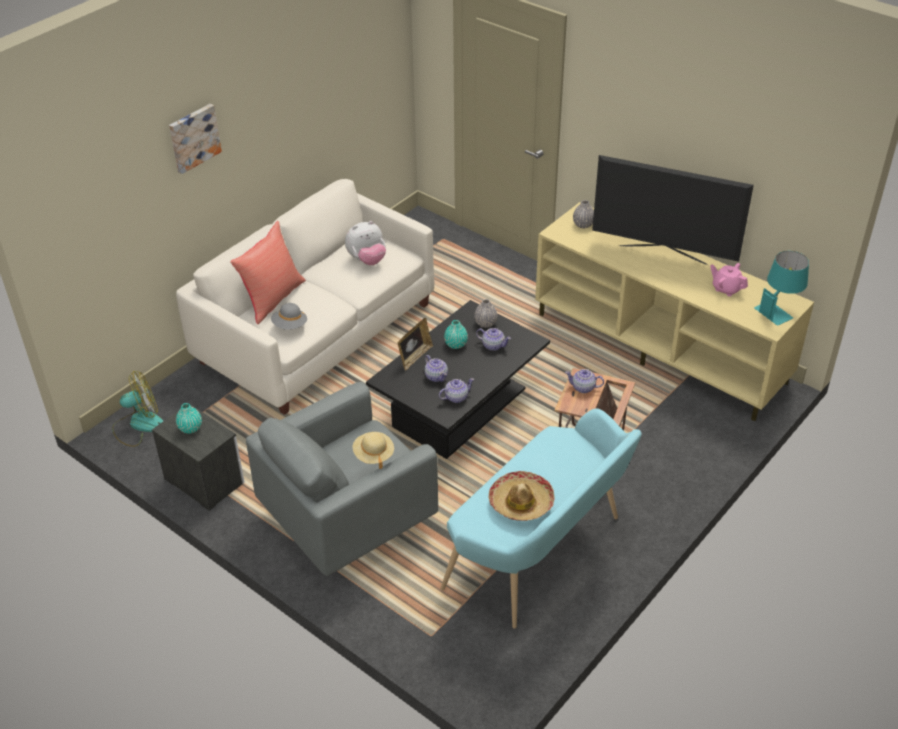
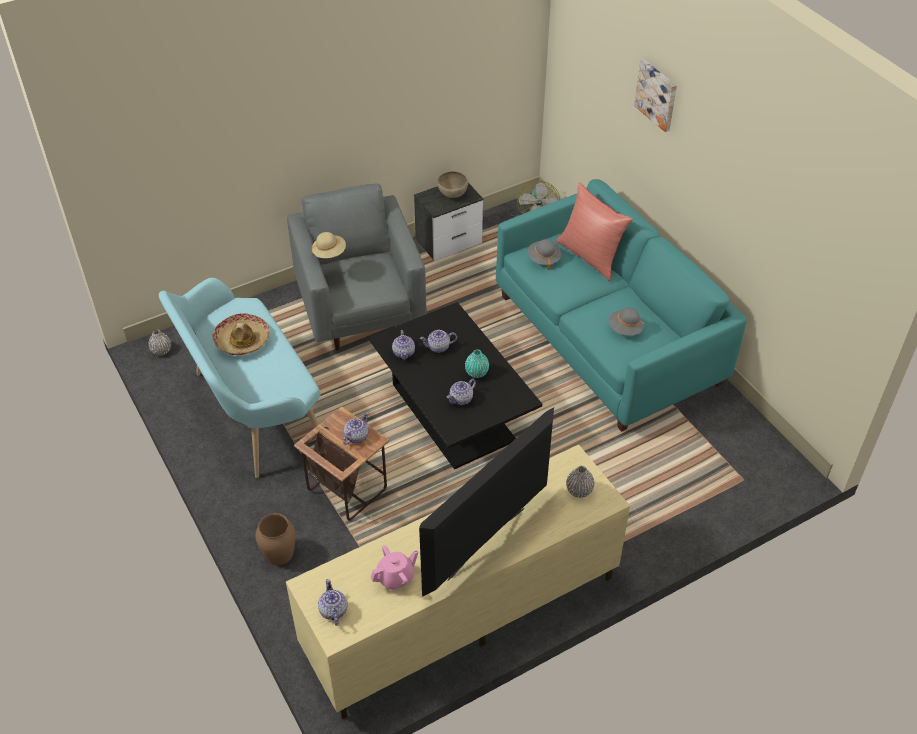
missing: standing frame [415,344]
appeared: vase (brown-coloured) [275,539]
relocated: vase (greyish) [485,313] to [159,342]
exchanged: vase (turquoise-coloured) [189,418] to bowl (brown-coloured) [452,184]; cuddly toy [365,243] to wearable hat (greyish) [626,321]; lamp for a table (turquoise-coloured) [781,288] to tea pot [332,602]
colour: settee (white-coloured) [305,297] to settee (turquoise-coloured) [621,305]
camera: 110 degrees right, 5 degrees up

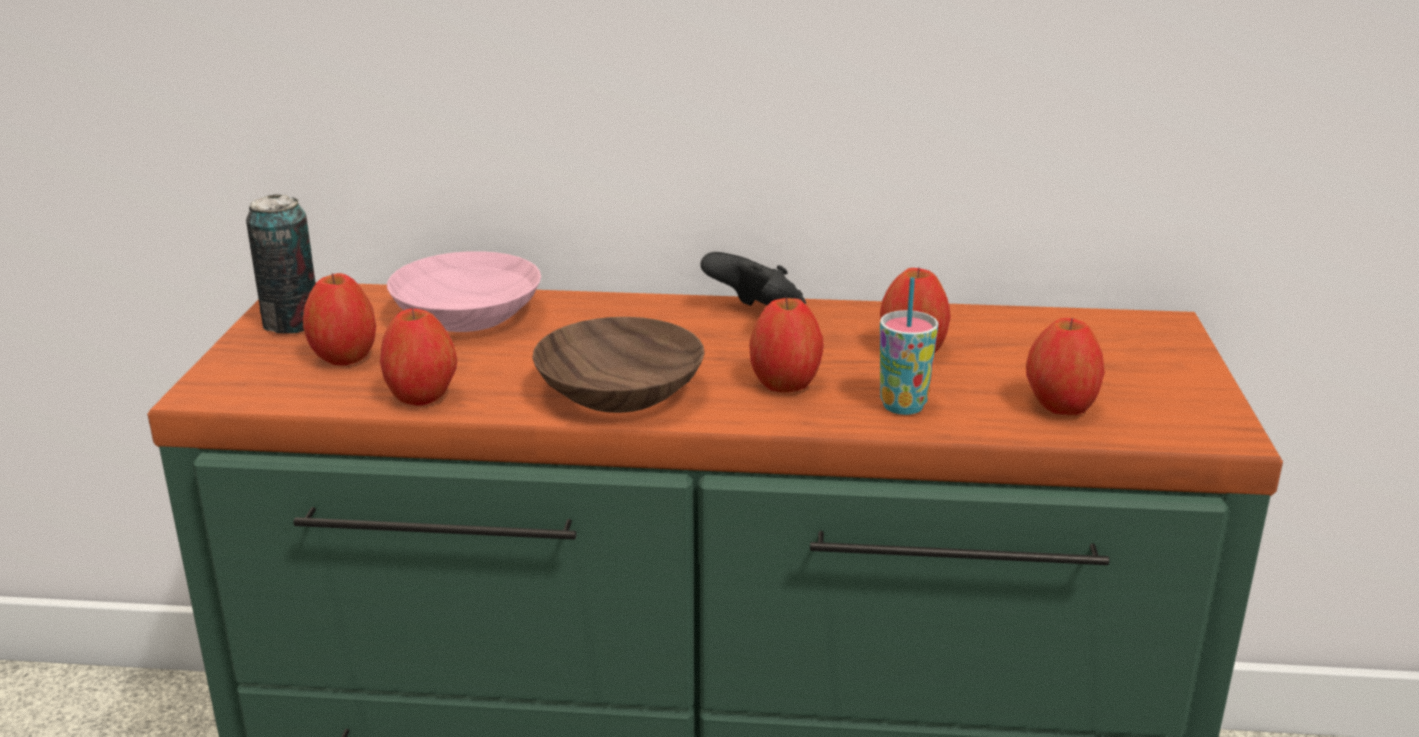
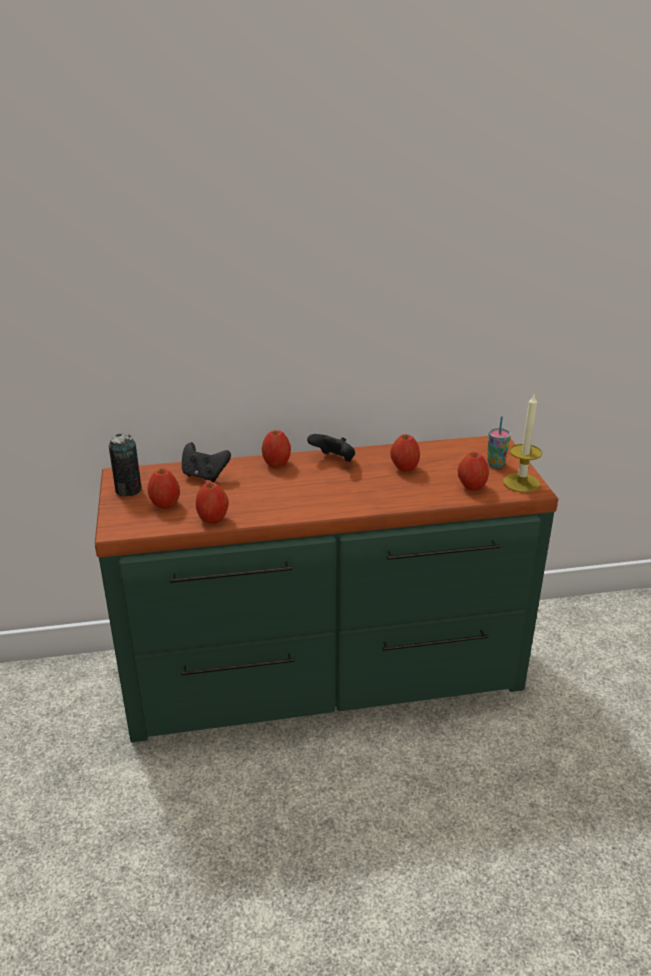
missing: bowl (brown-coloured) [619,365]
appeared: wax light [522,443]
relocated: apple [786,344] to [276,448]; drinking cup [909,346] to [499,442]
exchanged: bowl (pinkish) [464,291] to game controller (black) [206,462]
camera: 15 degrees left, 5 degrees up

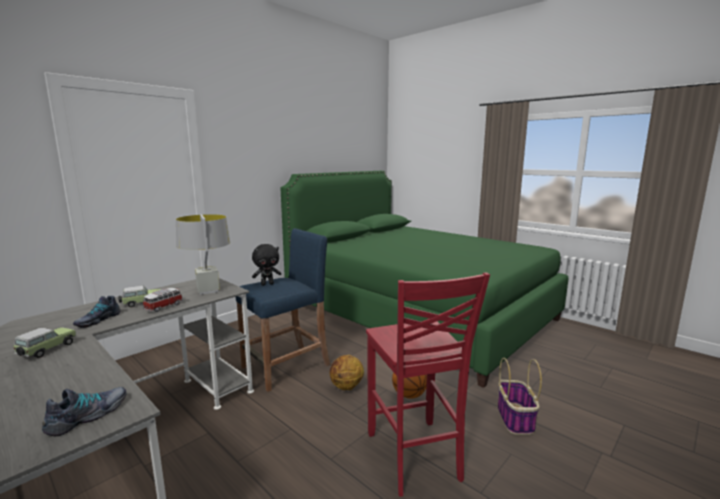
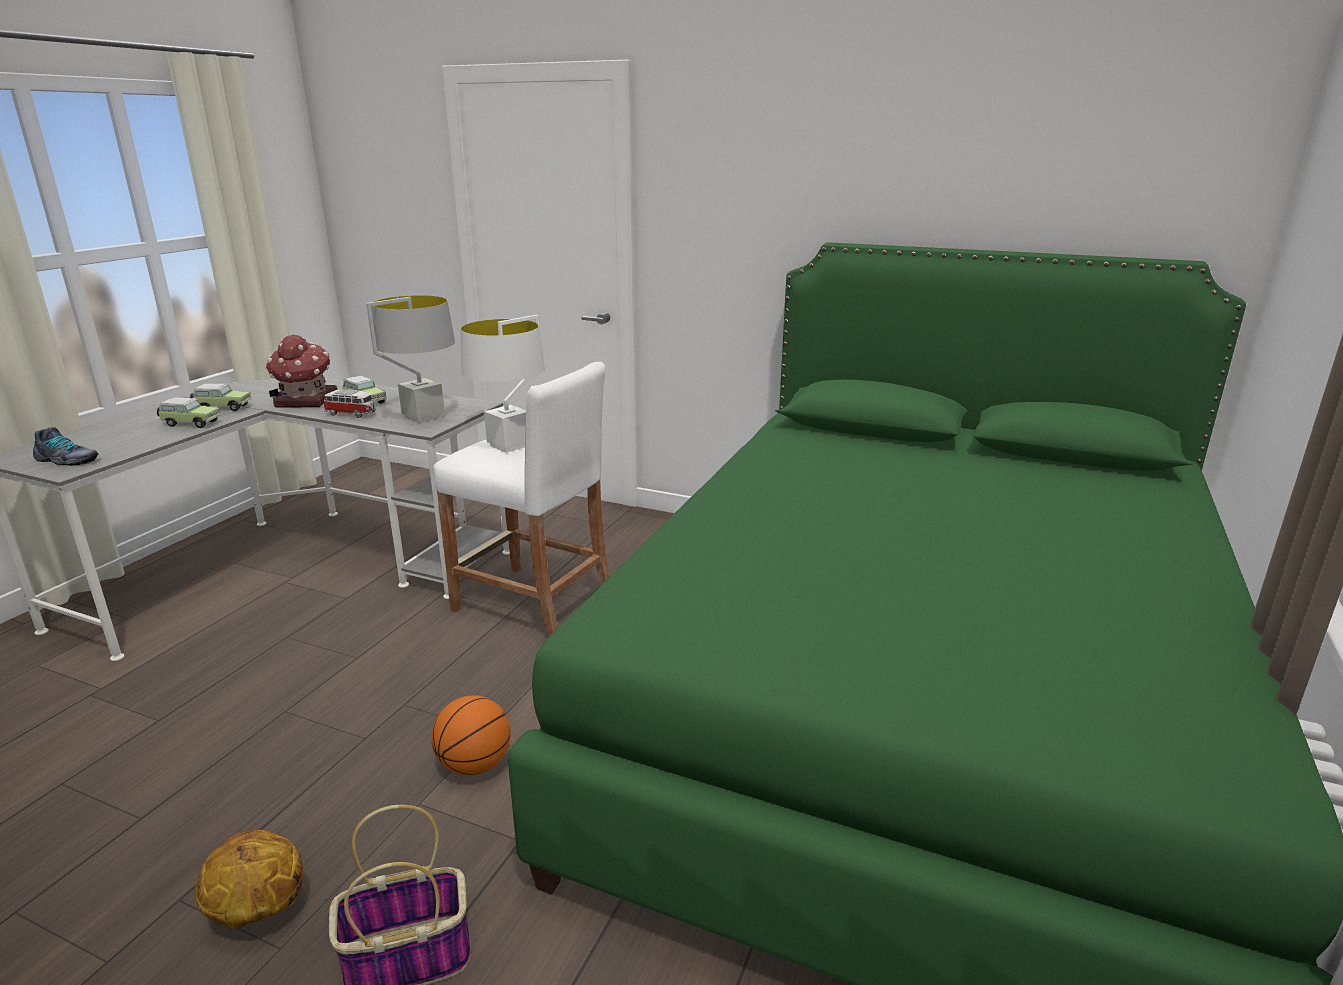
missing: upright chair (red) [428,384]
appeared: toy car [188,413]
relocated: basketball ball [347,372] to [249,878]
exchanged: low shoe [96,312] to miniature house [301,370]; cuddly toy (black) [266,265] to lamp for a table (white-coloured) [502,384]
colour: stool (blue) [283,310] to stool (white-coloured) [521,499]
camera: 70 degrees right, 10 degrees up

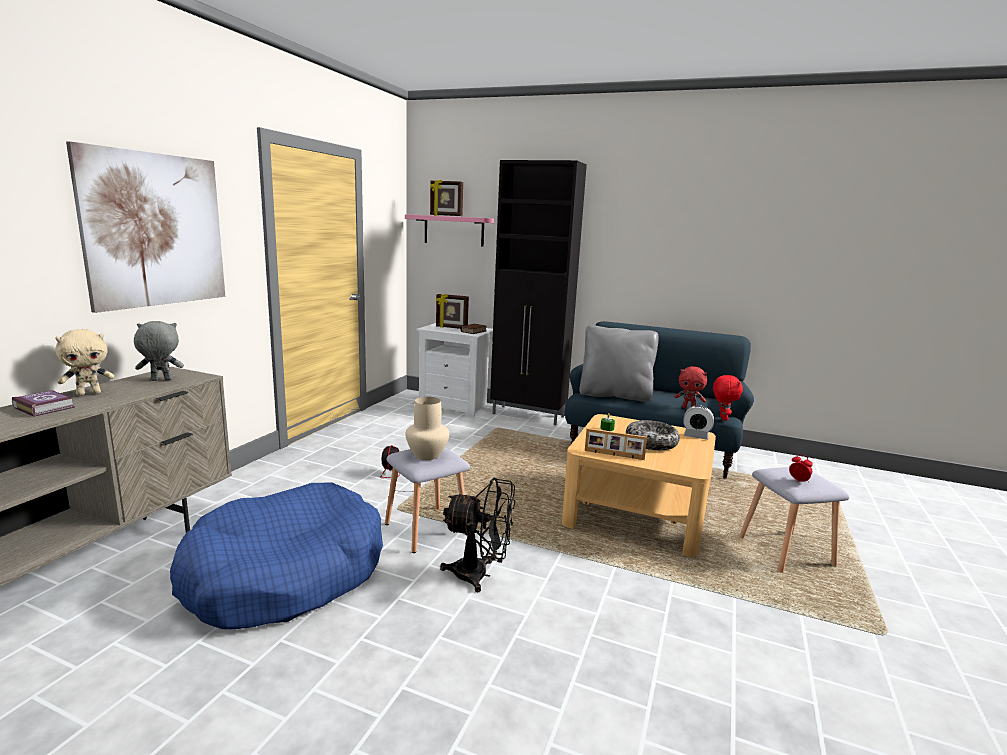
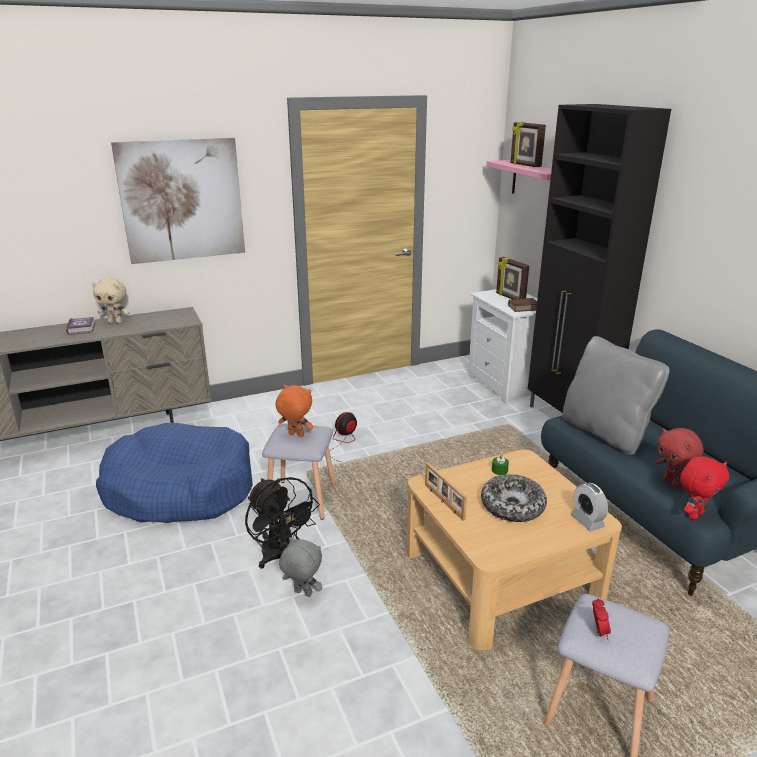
relocated: cuddly toy (greyish) [159,351] to [300,567]
exchanged: vase (beige-coloured) [427,428] to cuddly toy (orangey) [294,411]
camera: 45 degrees right, 10 degrees up

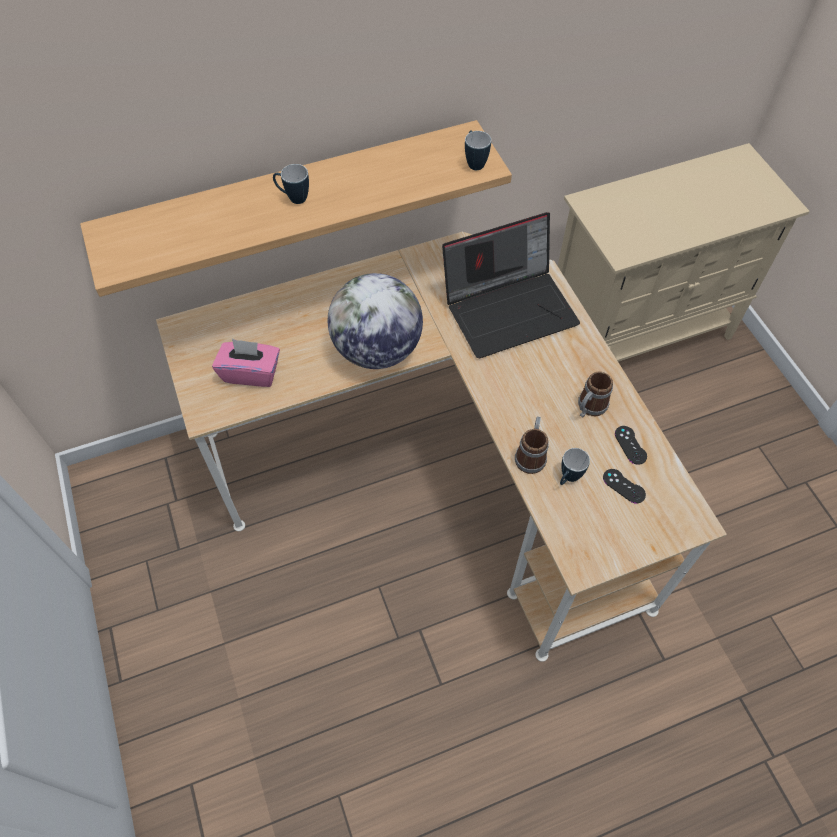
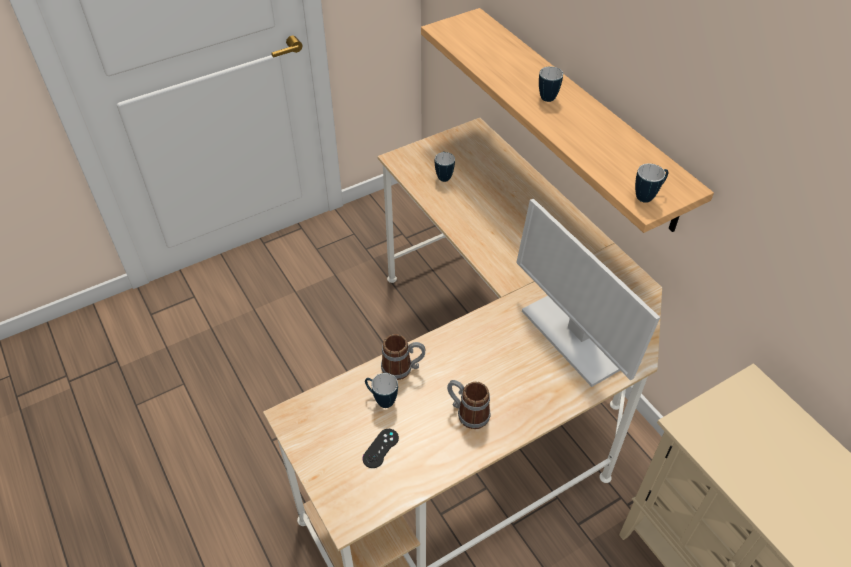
missing: desk globe [375,321]; game controller (black) [631,445]
exchanged: tissue box (pinkish) [246,363] to coffee mug [445,166]; laptop [511,285] to computer screen [588,292]
camera: 80 degrees right, 10 degrees down

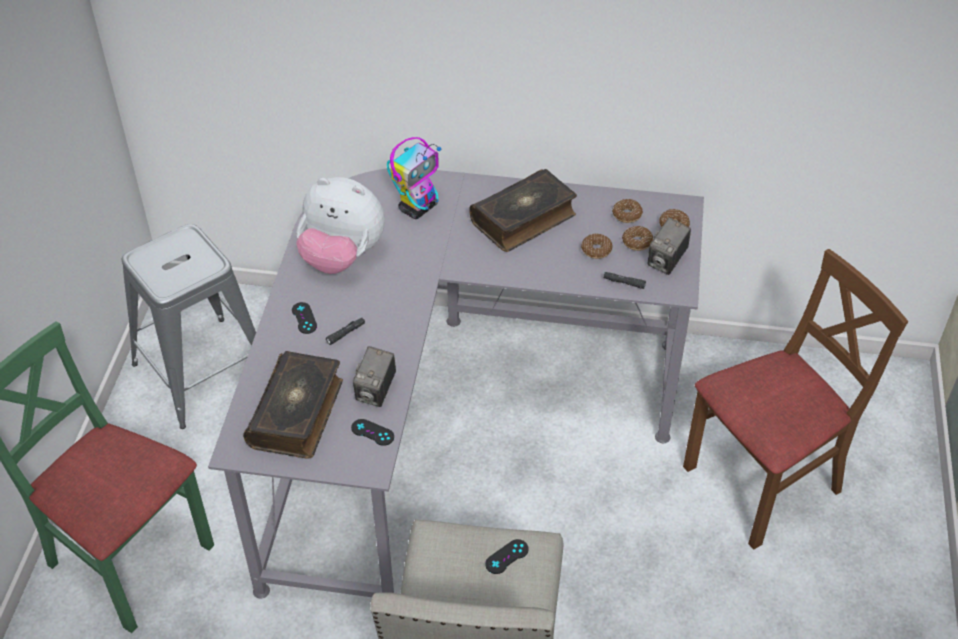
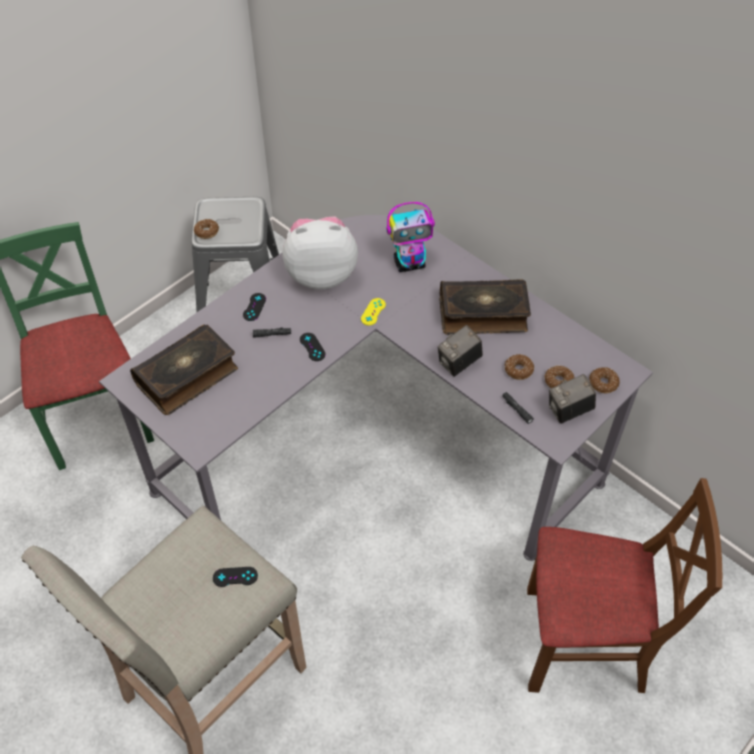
appeared: game controller (yellowish) [373,311]
relocated: game controller (black) [372,432] to [313,347]; still camera [374,376] to [460,351]; donut [627,211] to [206,229]
spun: cuddly toy [340,225] = [320,252] 120 degrees clockwise
camera: 35 degrees right, 5 degrees up

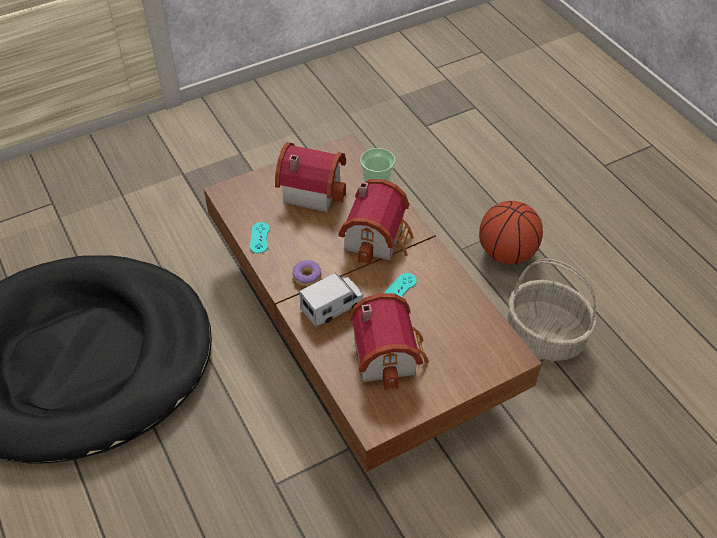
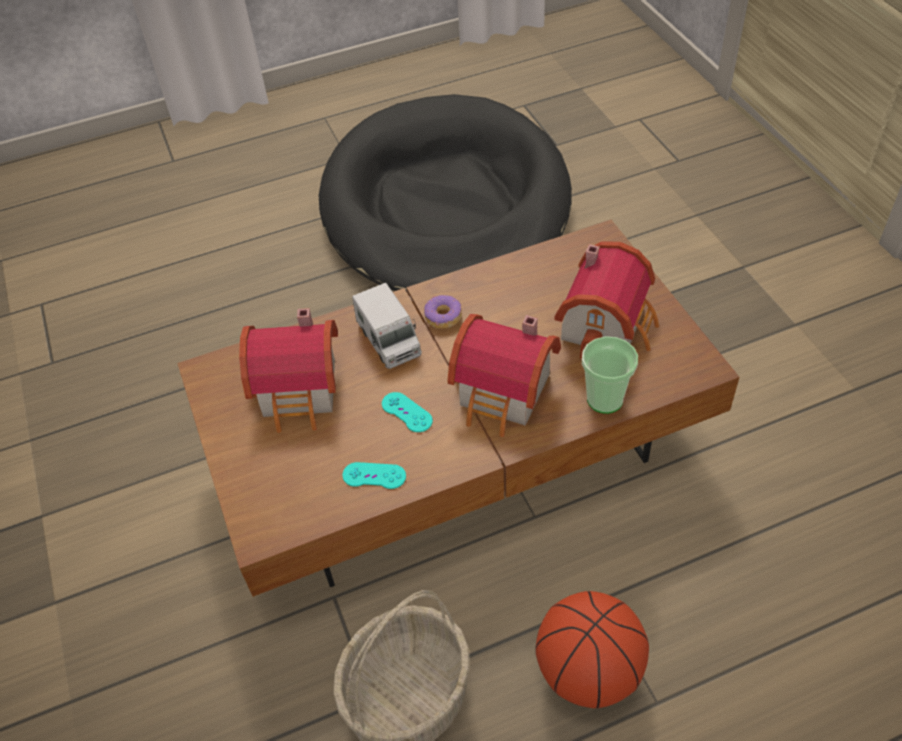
relocated: game controller (turquoise-coloured) [260,237] to [374,475]
camera: 100 degrees right, 0 degrees up

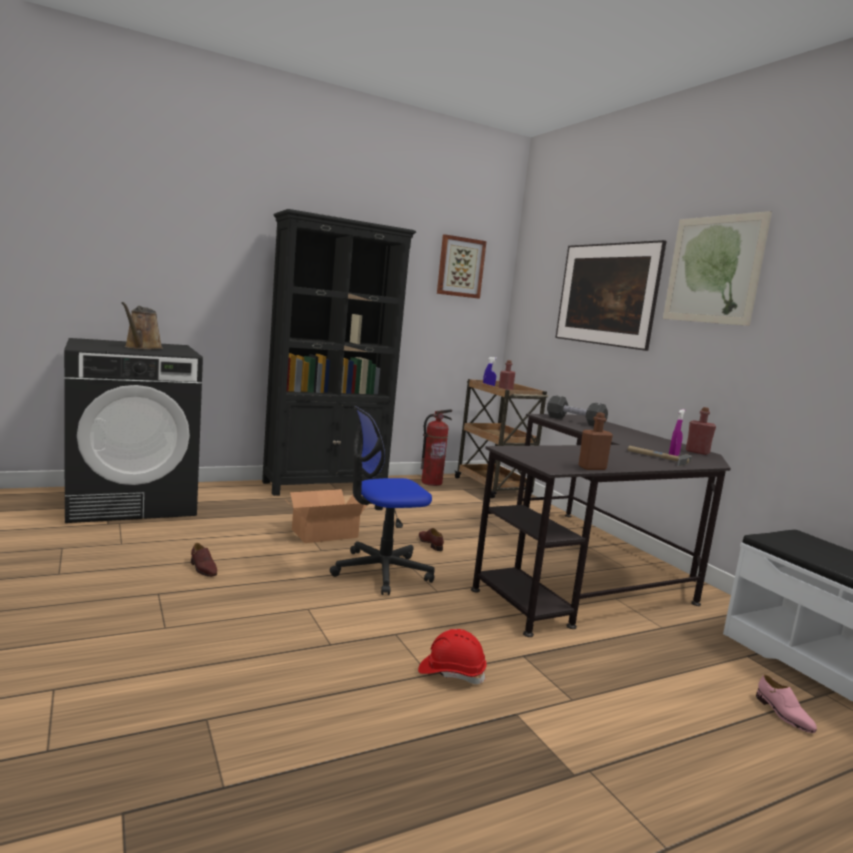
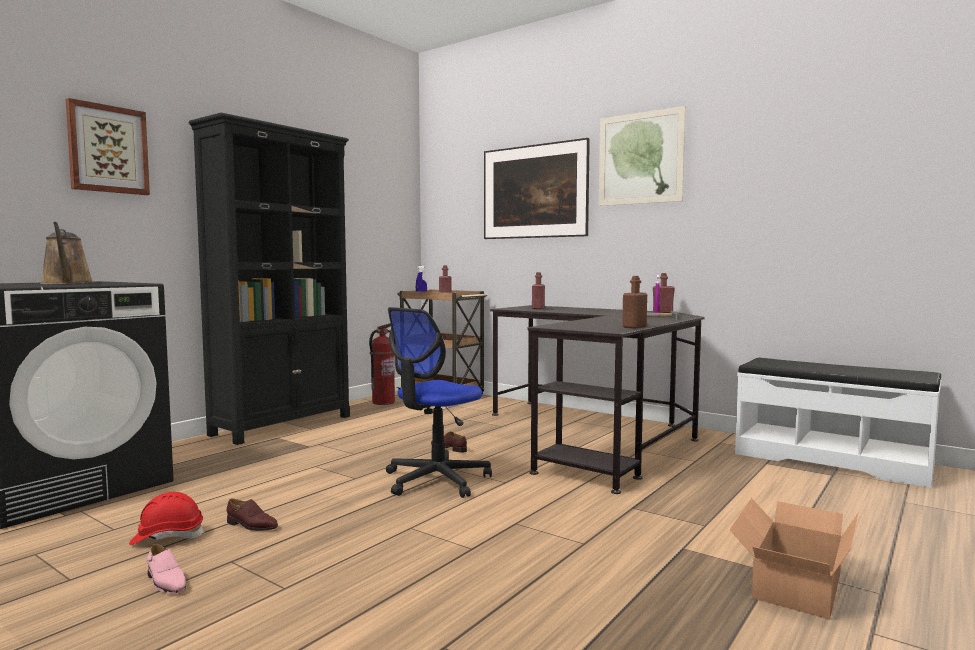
relocated: packing box [328,516] to [794,559]; work helmet (red) [452,656] to [167,518]; picture [462,266] to [108,146]; low shoe (pinkish) [786,704] to [166,569]
exchanged: hand weight (black) [577,411] to bottle (red) [538,290]
camera: 25 degrees left, 5 degrees down

